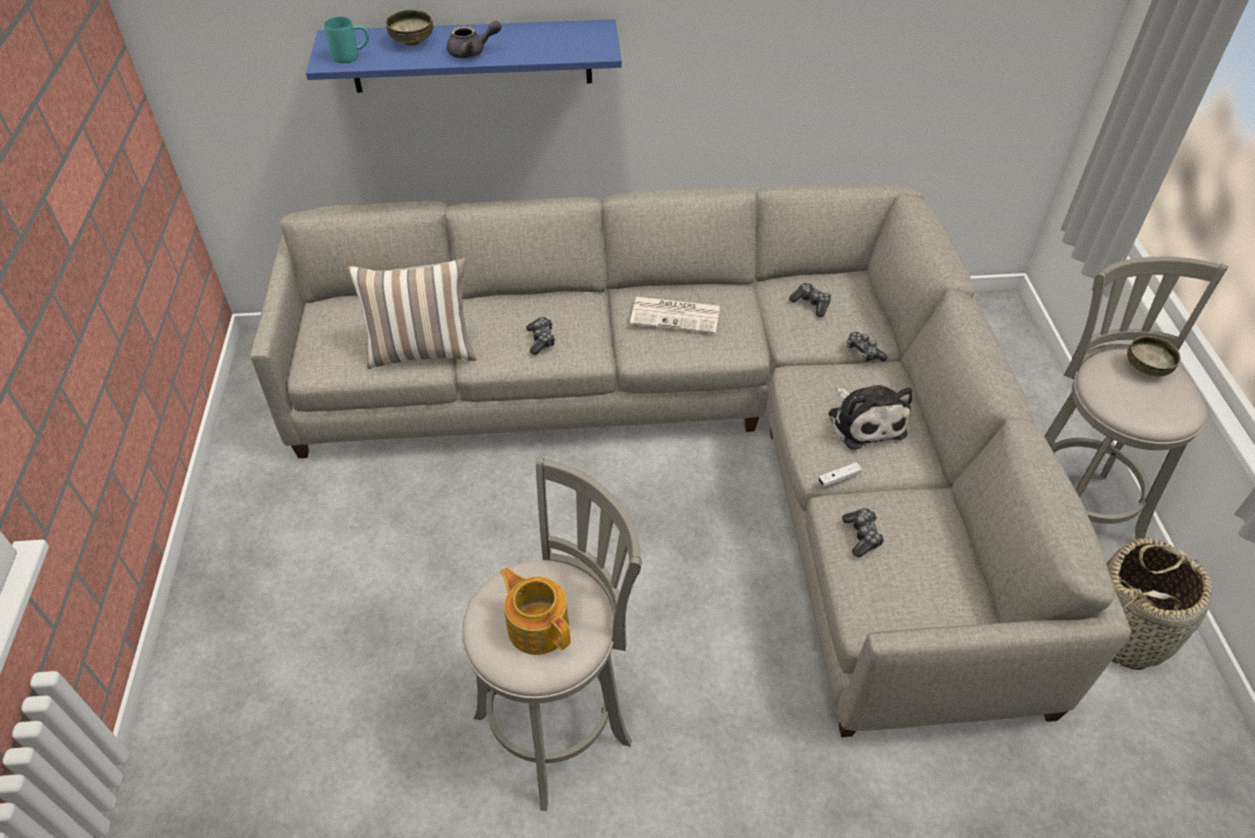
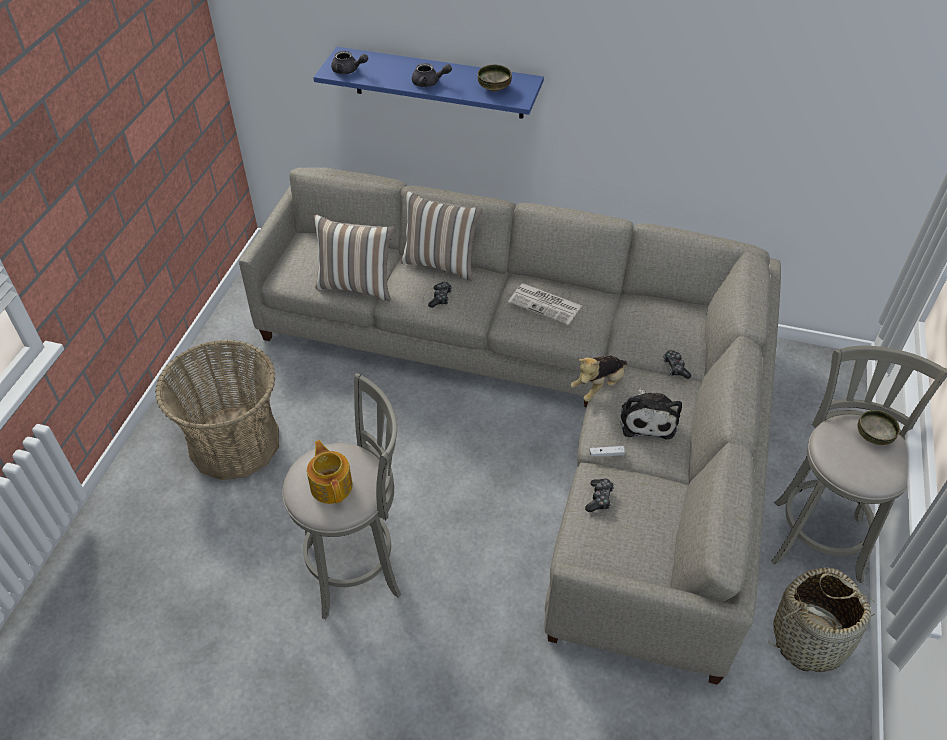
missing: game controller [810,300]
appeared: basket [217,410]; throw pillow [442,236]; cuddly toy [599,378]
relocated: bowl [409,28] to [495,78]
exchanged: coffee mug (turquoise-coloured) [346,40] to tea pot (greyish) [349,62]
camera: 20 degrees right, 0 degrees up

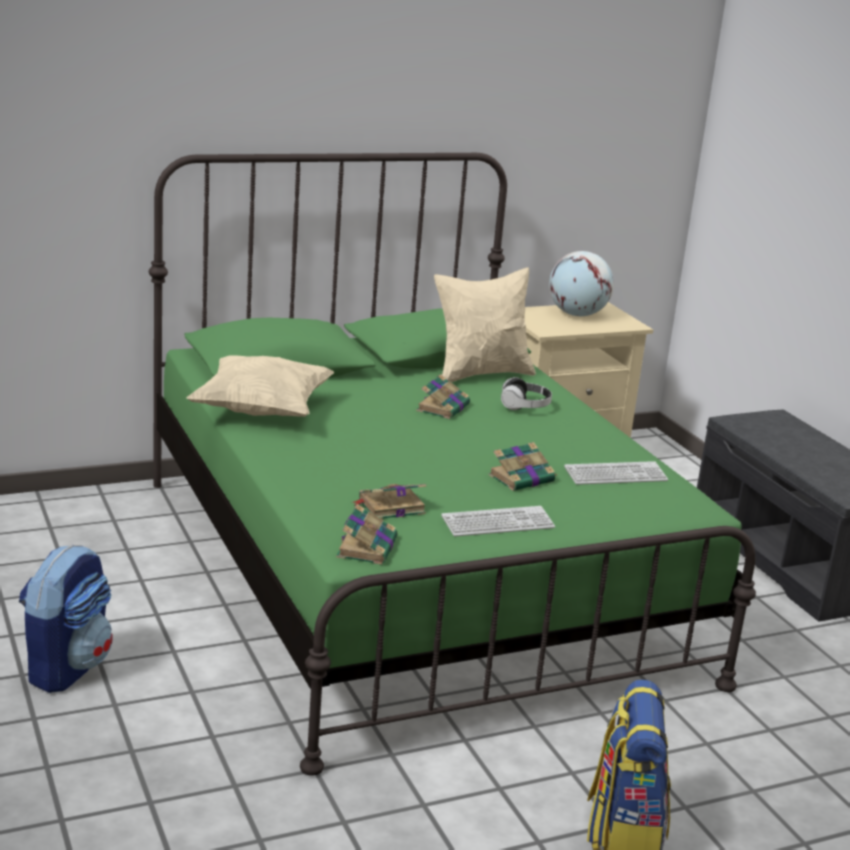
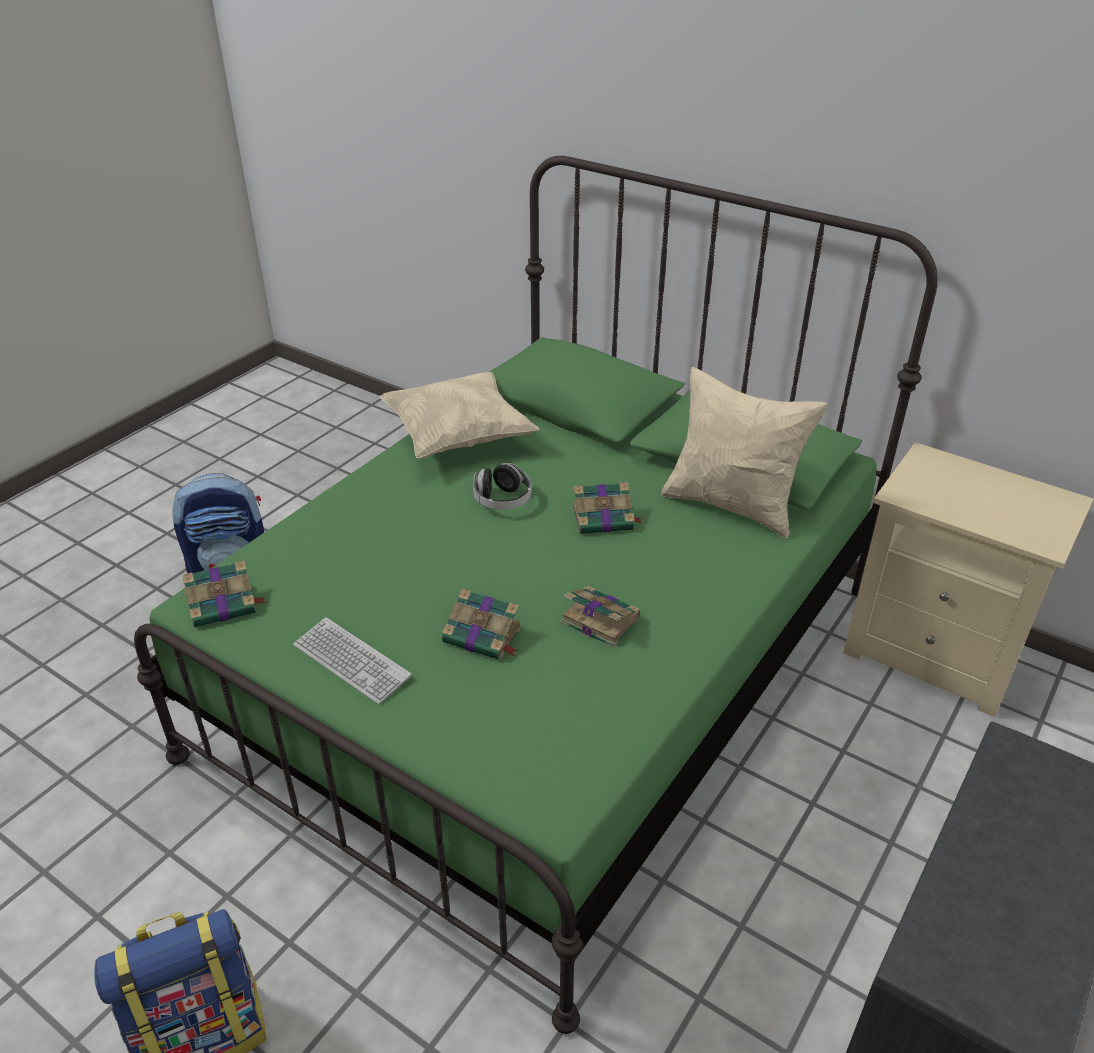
missing: desk globe [581,283]; computer keyboard [616,473]
relocated: bound book [389,501] to [600,616]; headphones [526,393] to [502,486]
camera: 60 degrees right, 15 degrees up

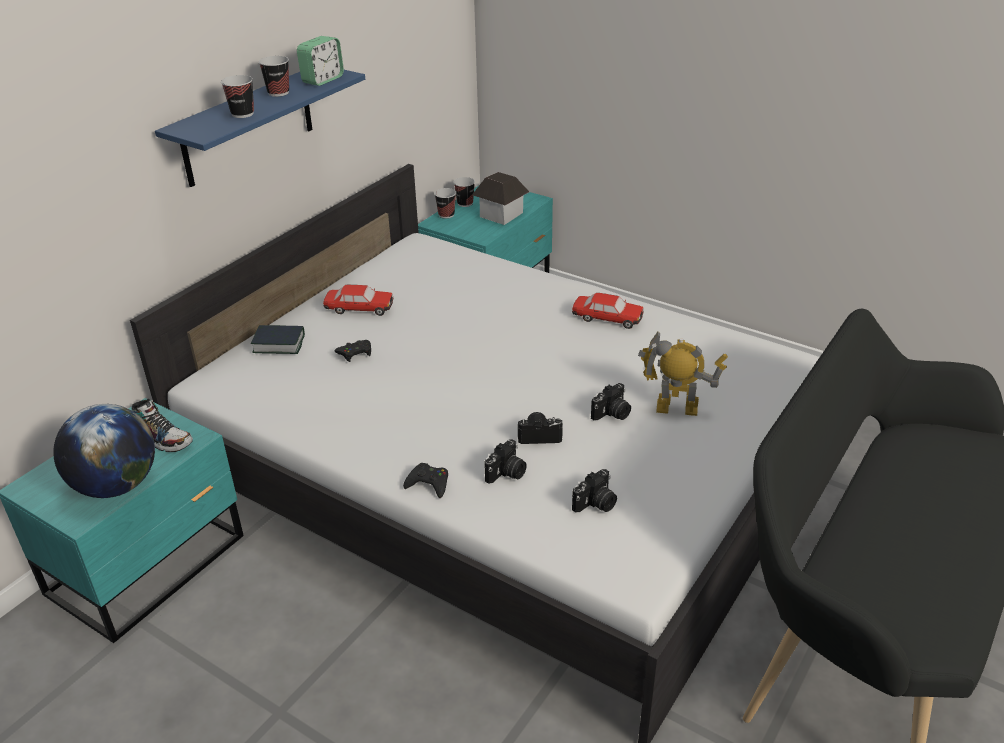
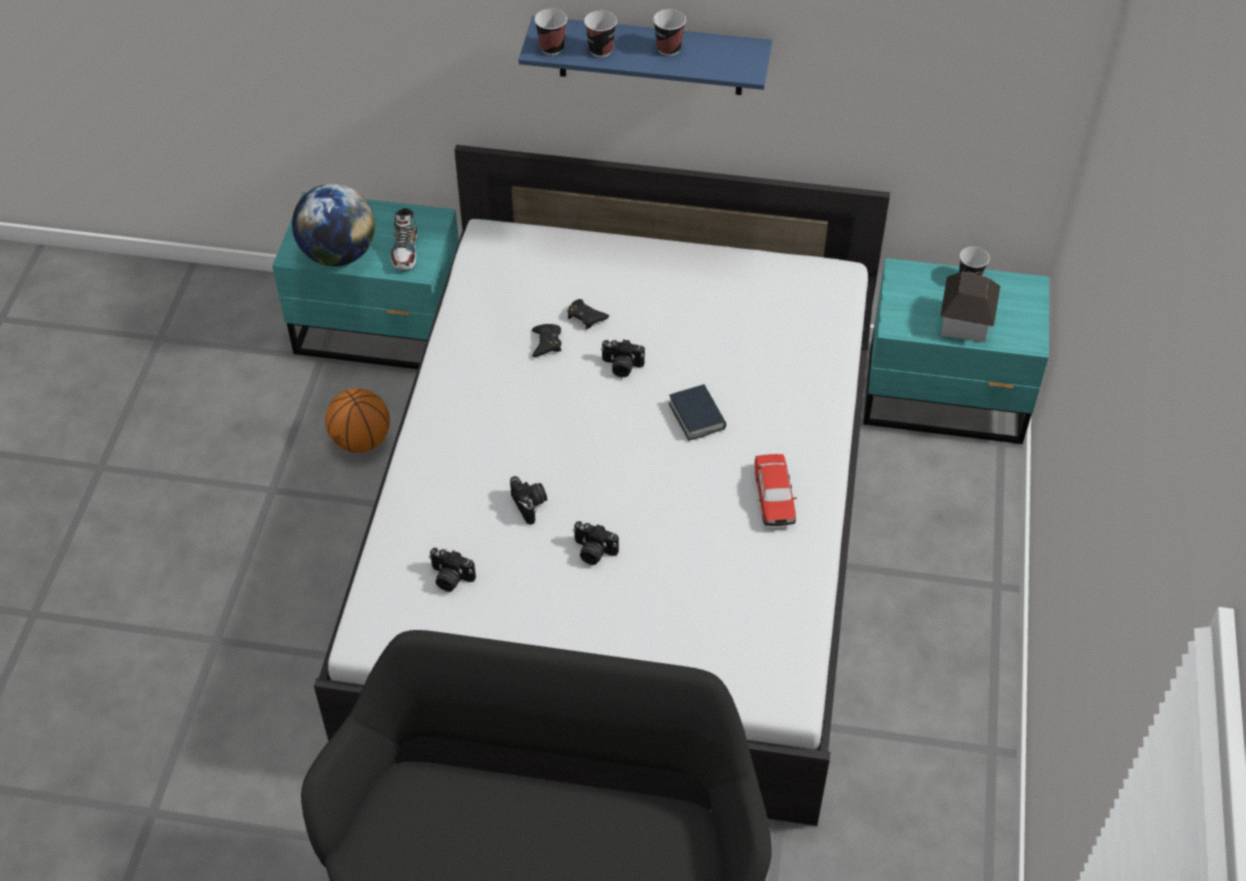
missing: alarm clock [320,61]; toy car [358,300]; toy robot [683,374]
appeared: basketball ball [357,420]
relocated: bound book [278,339] to [697,412]; game controller (black) [425,480] to [547,340]; drinking cup [445,203] to [550,32]; still camera [506,461] to [623,358]
camera: 65 degrees right, 15 degrees up

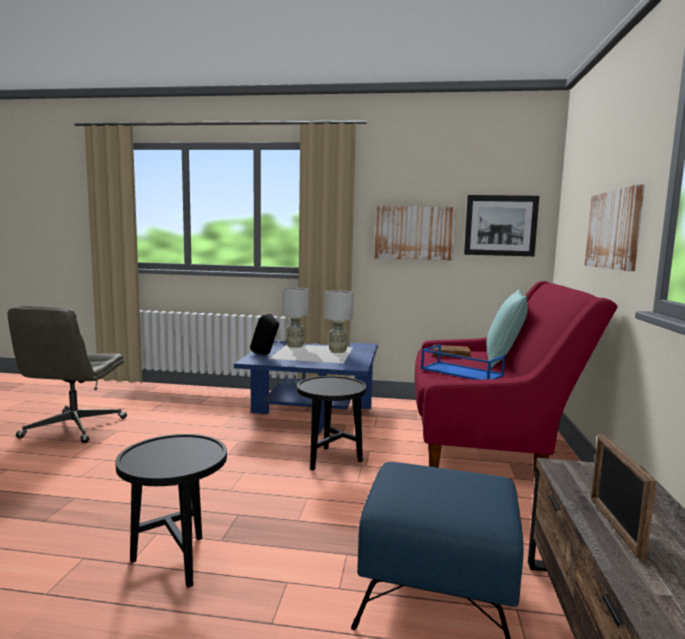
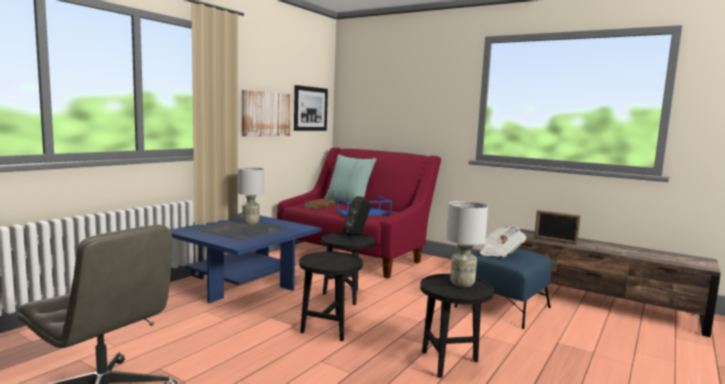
missing: picture [615,227]
appeared: side table (black) [331,296]; daily paper [503,241]
relocated: loudspeaker (black) [264,334] to [357,216]; lamp for a table (greyish) [296,317] to [467,244]
camera: 65 degrees left, 0 degrees up

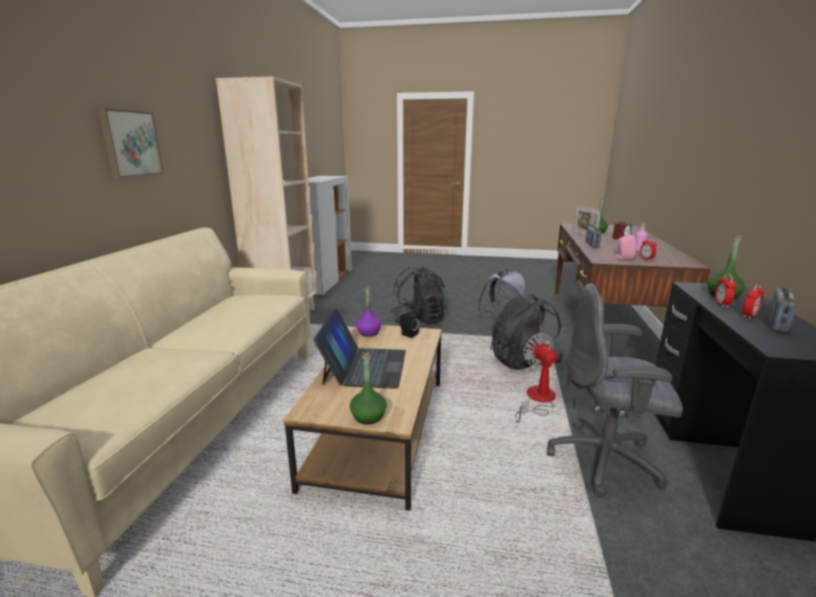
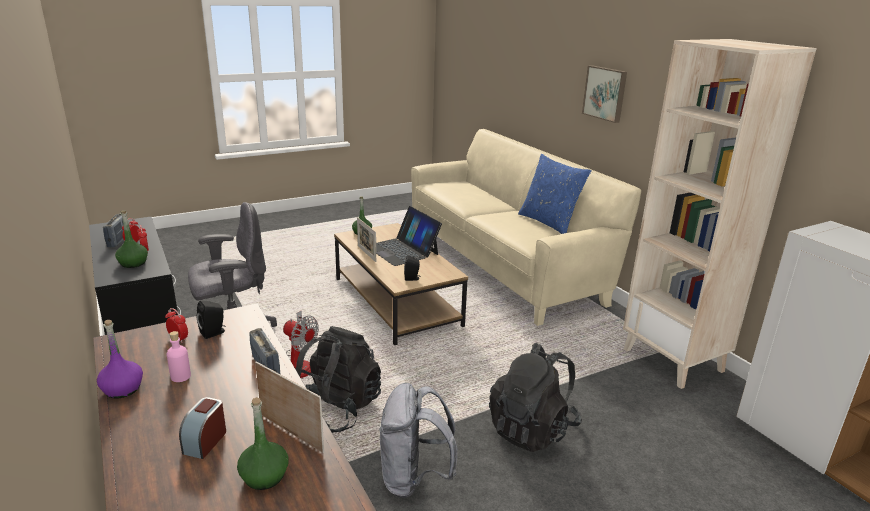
appeared: standing frame [366,239]; throw pillow (blue) [554,194]
relocated: bottle (purplish) [369,312] to [120,359]
colour: loudspeaker (pinkish) [626,246] to loudspeaker (black) [211,320]
camera: 140 degrees right, 5 degrees up

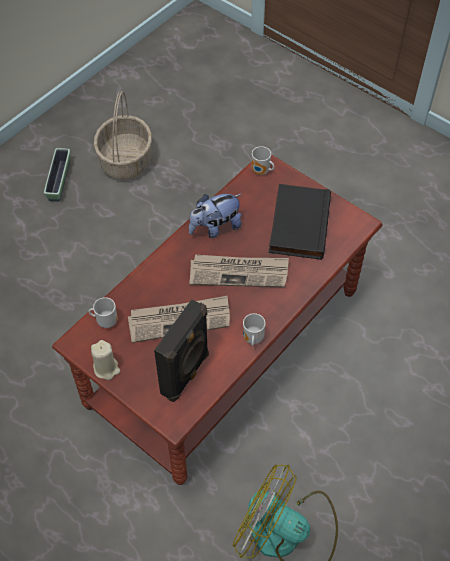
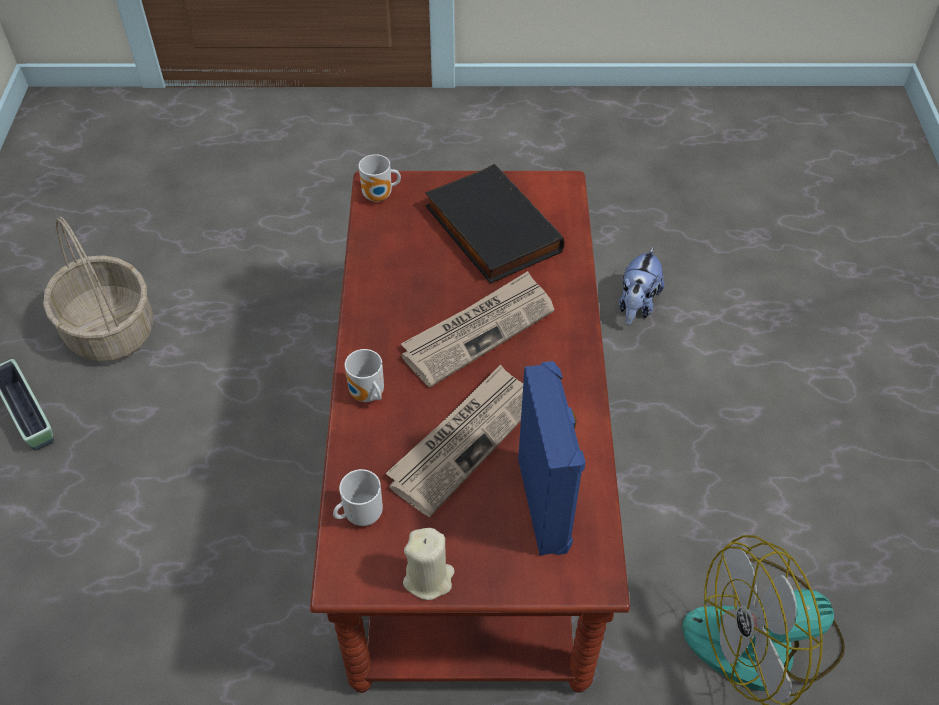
relocated: cuddly toy [215,216] to [641,286]; coffee mug [254,329] to [364,375]
colour: loudspeaker (black) [181,350] to loudspeaker (blue) [552,458]
camera: 40 degrees left, 5 degrees down

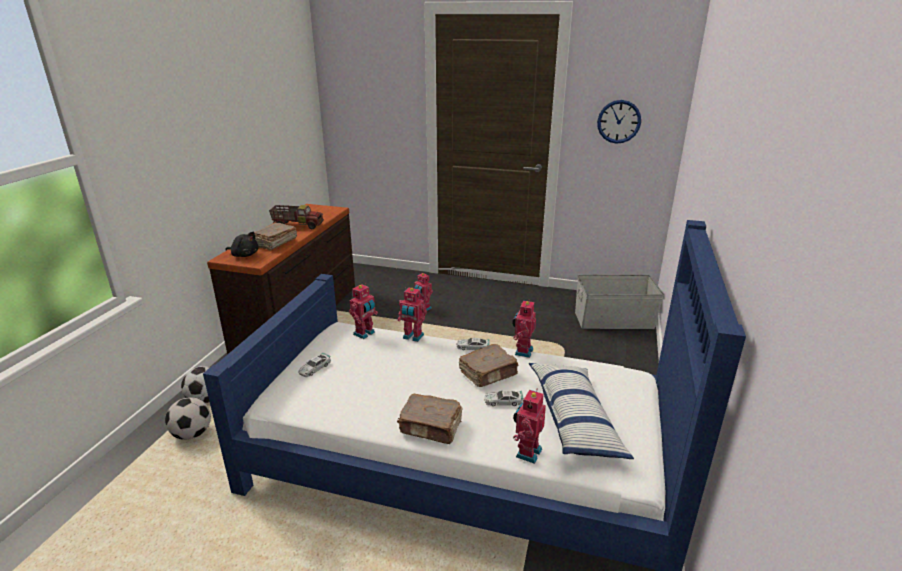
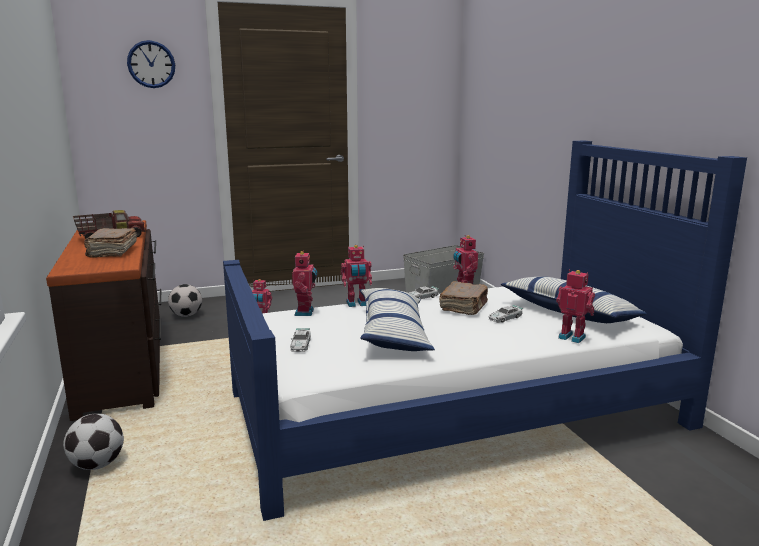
missing: cuddly toy (black) [241,244]; bound book (brown-coloured) [430,418]
appeared: throw pillow [397,319]
relocated: football [188,418] to [185,300]; clock on the wall [619,122] to [151,64]
spun: toy robot [529,426] = [575,306] 135 degrees clockwise
camera: 35 degrees left, 10 degrees down

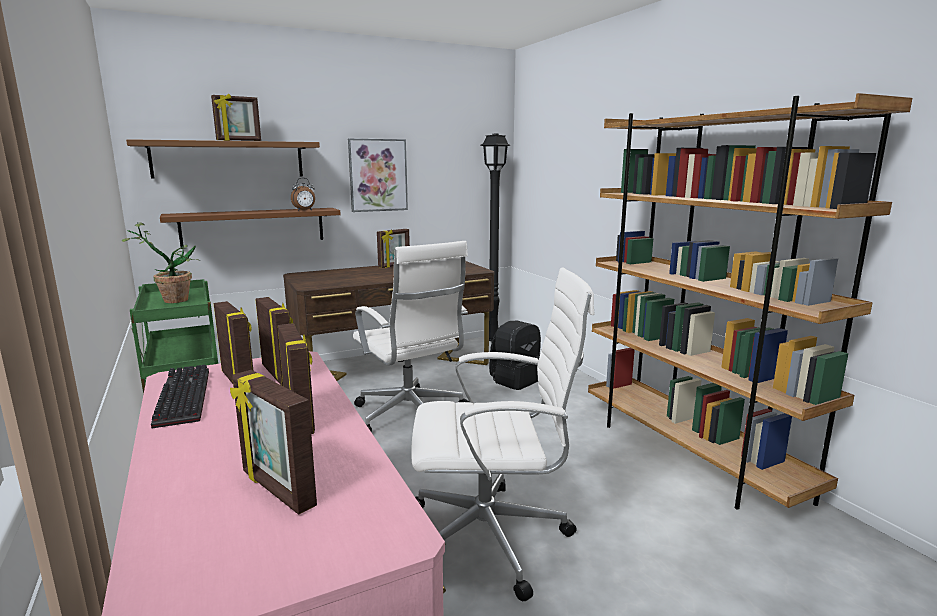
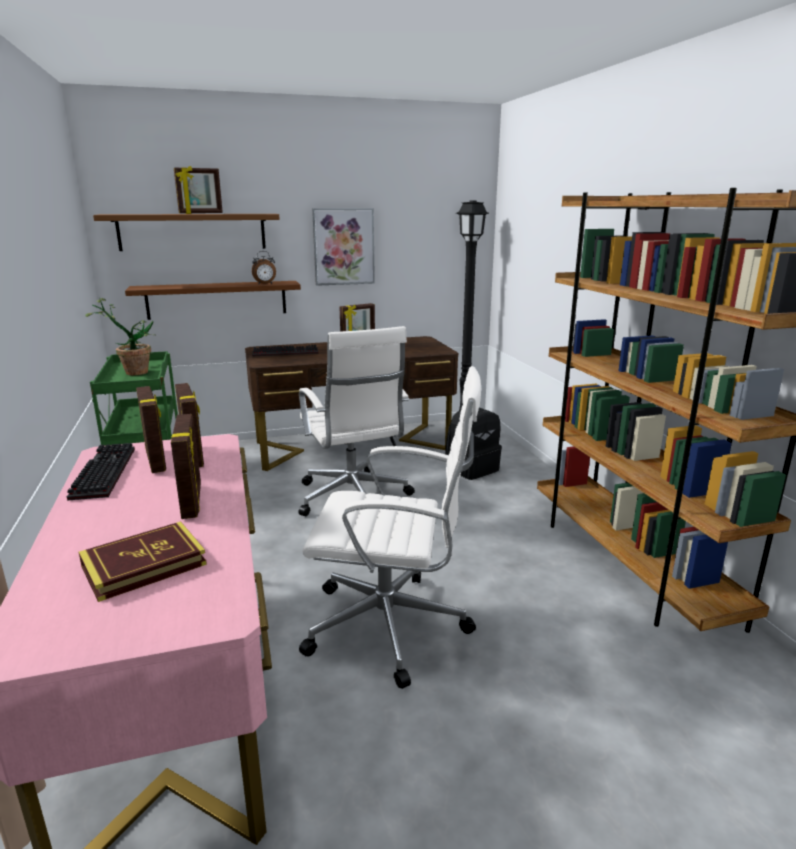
appeared: computer keyboard [285,351]
exchanged: standing frame [273,442] to bound book [143,561]
camera: 10 degrees right, 5 degrees up

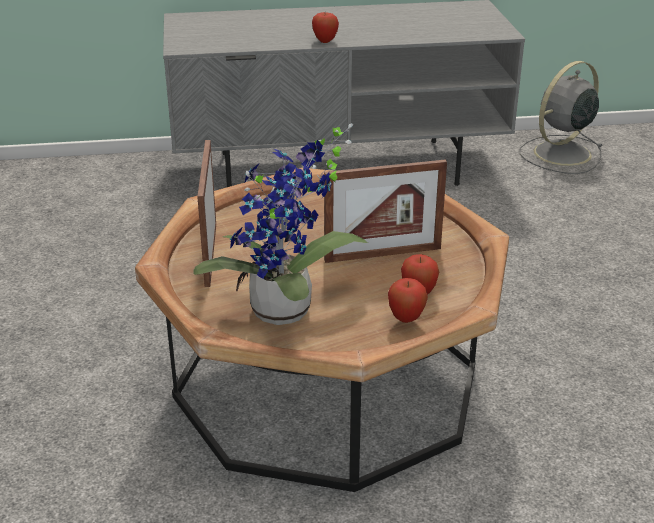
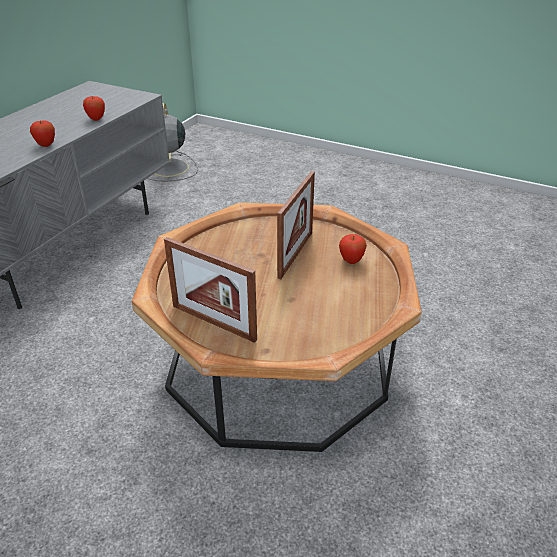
missing: plant in a pot [280,224]
relocated: apple [408,300] to [94,108]
camera: 55 degrees left, 5 degrees up

